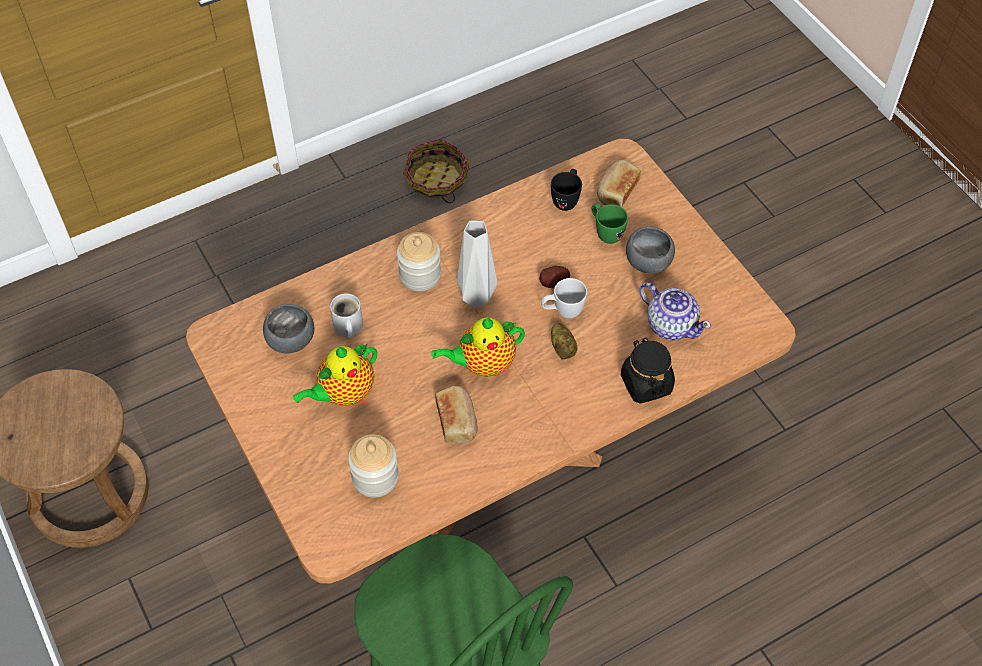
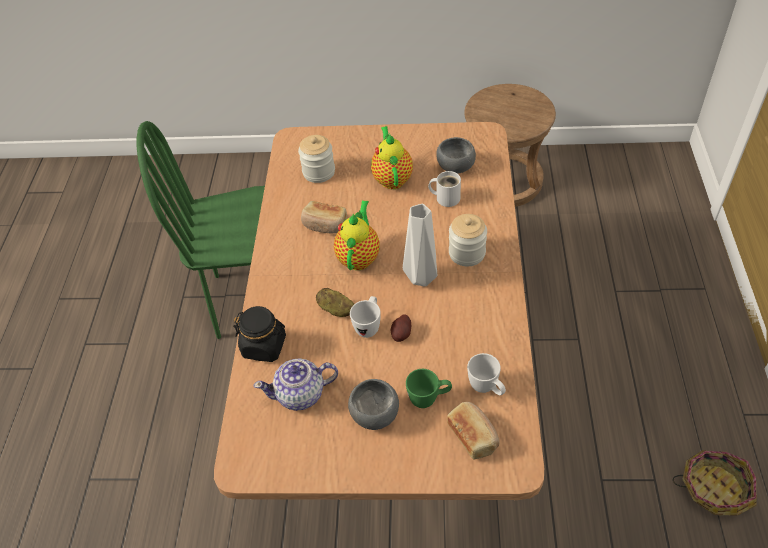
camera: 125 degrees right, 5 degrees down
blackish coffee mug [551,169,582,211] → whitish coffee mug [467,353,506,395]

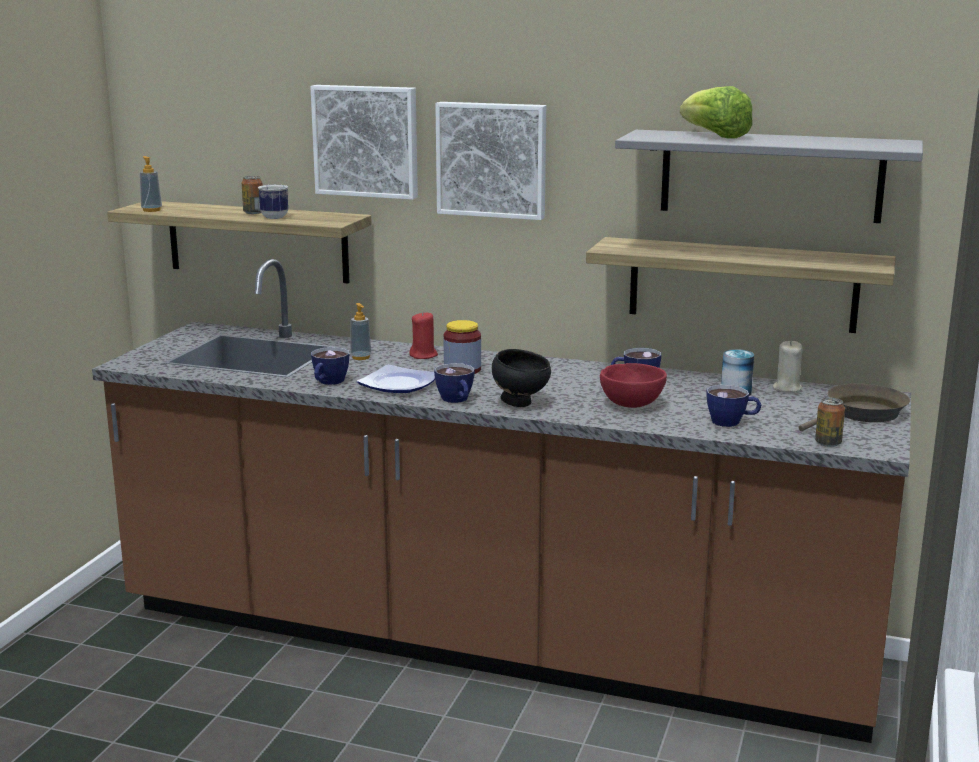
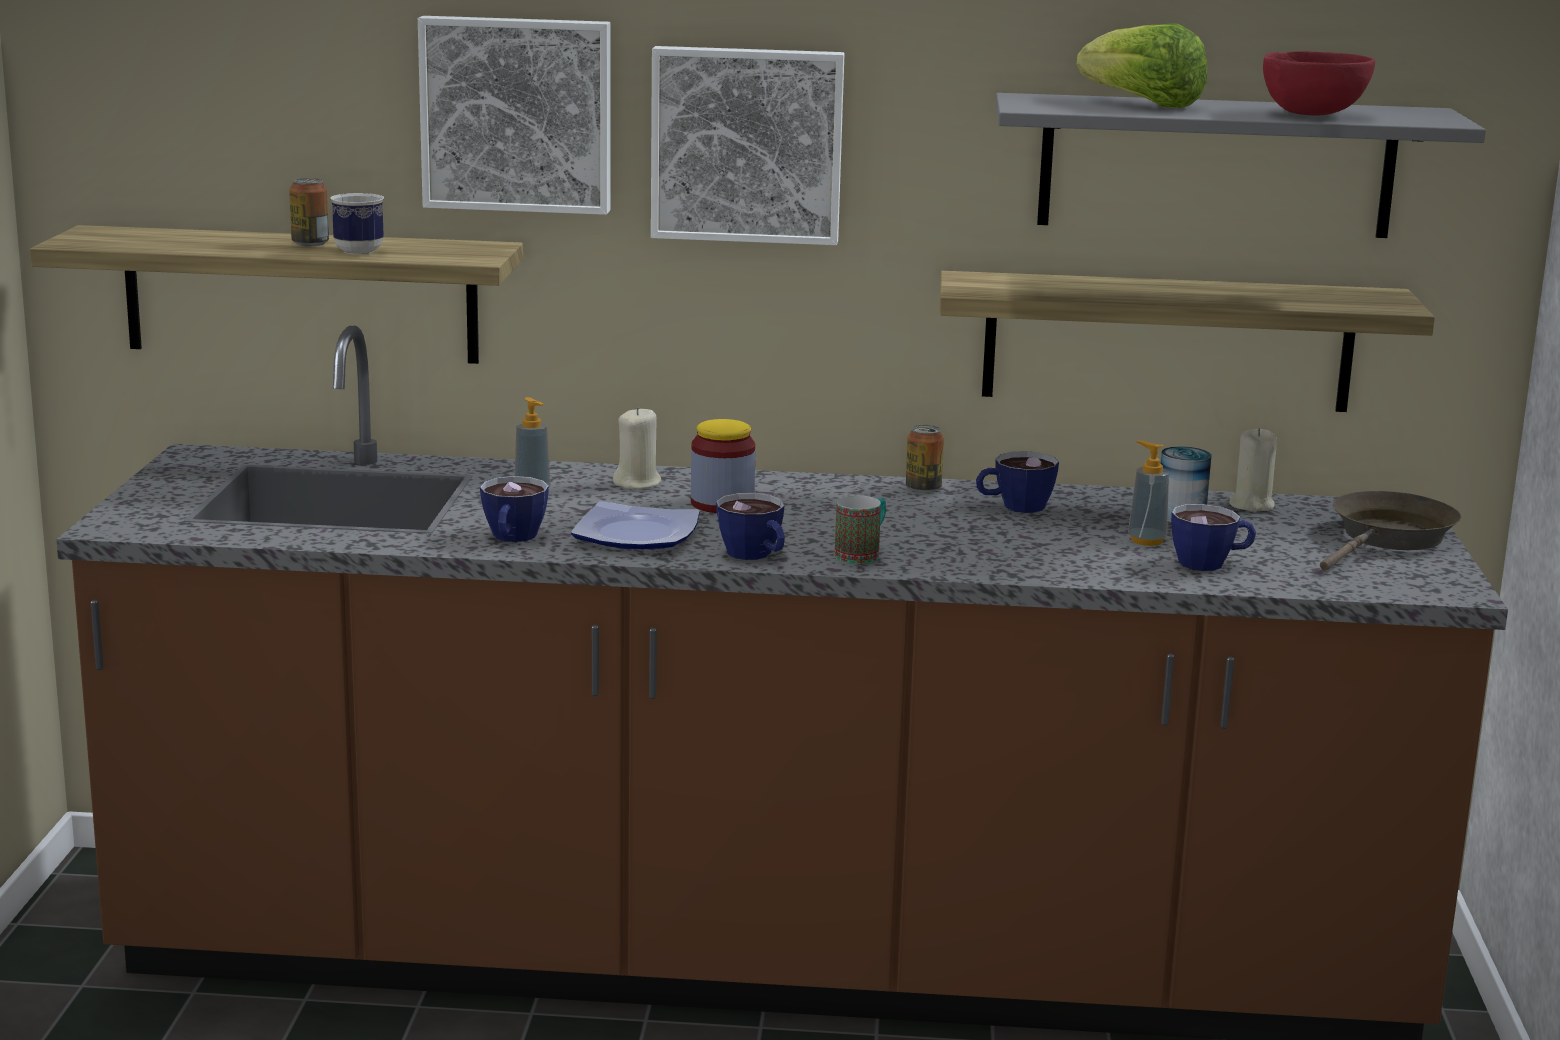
camera: 15 degrees left, 0 degrees up
soap bottle [140,156,162,212] → soap bottle [1128,441,1169,546], move
reddish wax light [409,312,438,359] → beige-coloured wax light [613,407,661,489]
blackish serving bowl [492,349,551,407] → coffee mug [835,495,886,564]
reddish serving bowl [600,363,667,408] → reddish serving bowl [1263,51,1375,116], move
metal can [815,398,845,447] → metal can [906,425,944,493], move

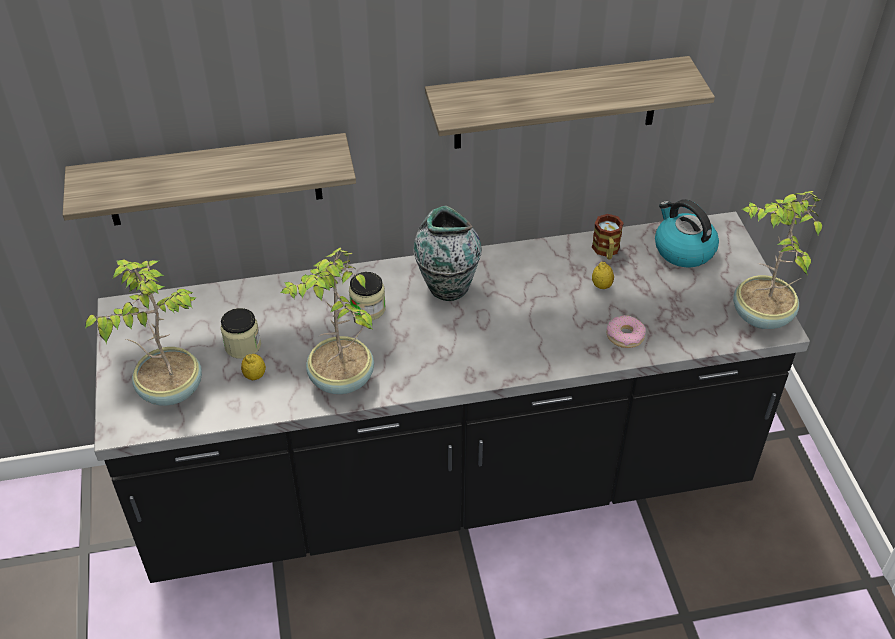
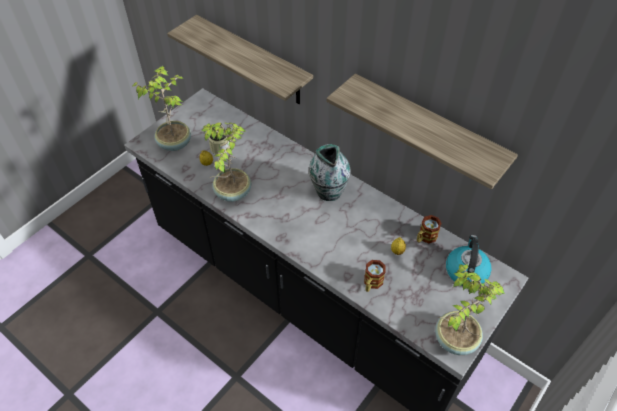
camera: 50 degrees right, 5 degrees up
storage jar [349,272,386,320] → -
ring doughnut [607,315,646,348] → coffee mug [364,260,386,292]

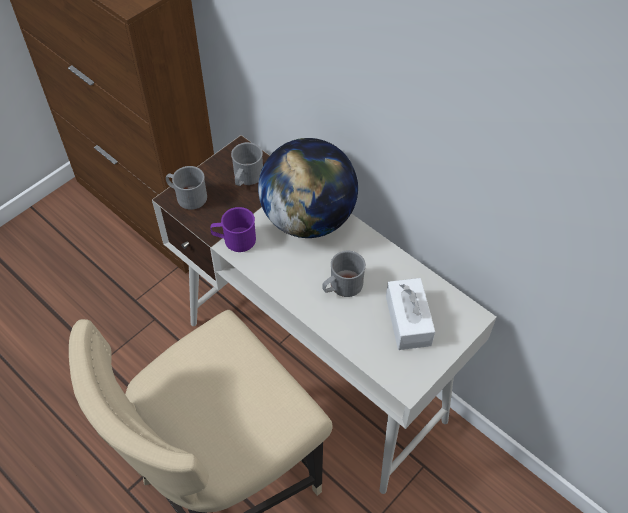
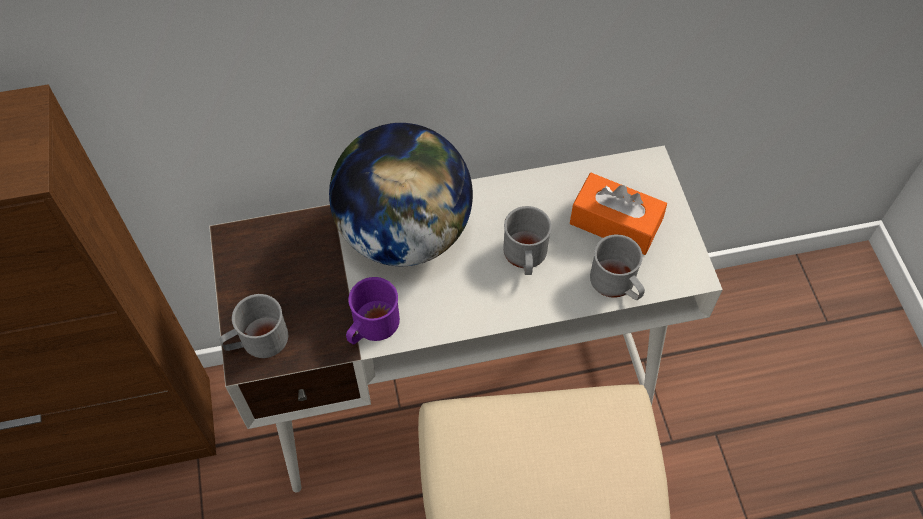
camera: 55 degrees left, 5 degrees up
gray coffee mug [231,142,263,186] → gray coffee mug [590,234,645,300], move
whitish box of tissues [386,278,435,350] → orangey box of tissues [570,173,667,255]

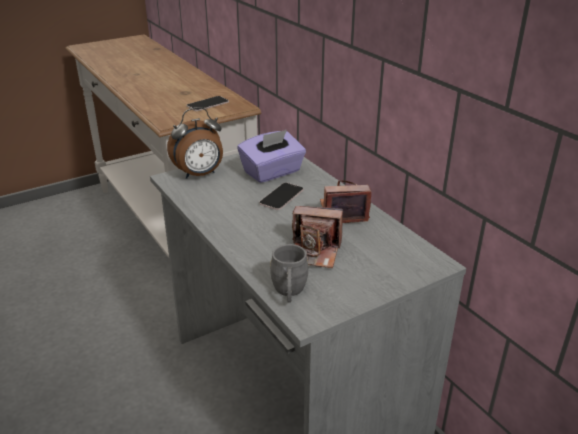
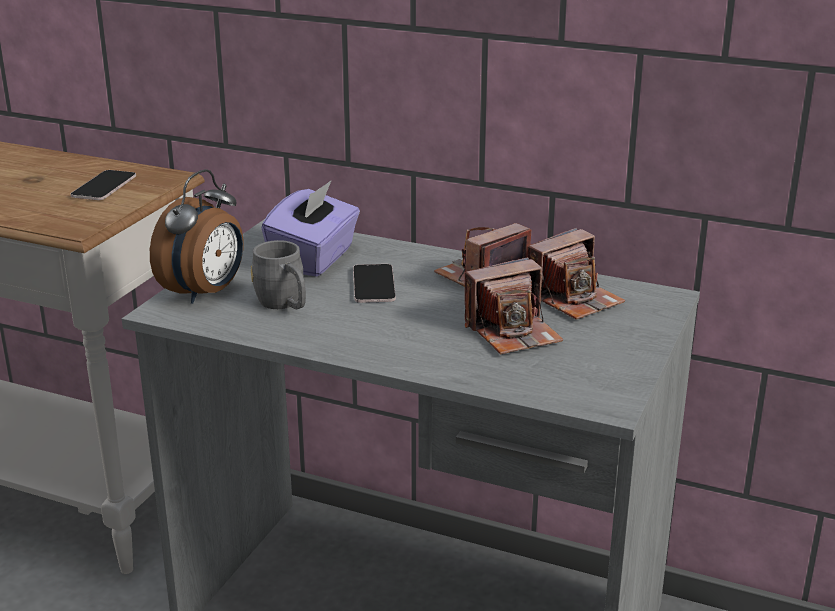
camera: 35 degrees left, 5 degrees down
gray coffee mug [270,244,309,303] → gray coffee mug [251,240,306,309], move
- → still camera [527,228,625,320]

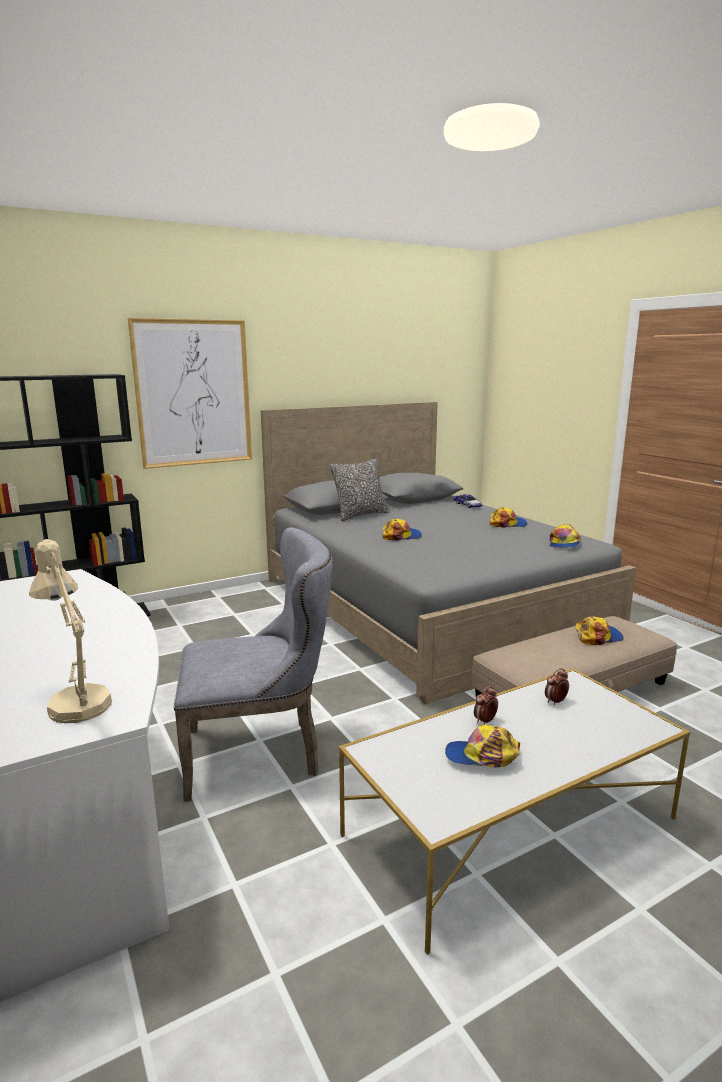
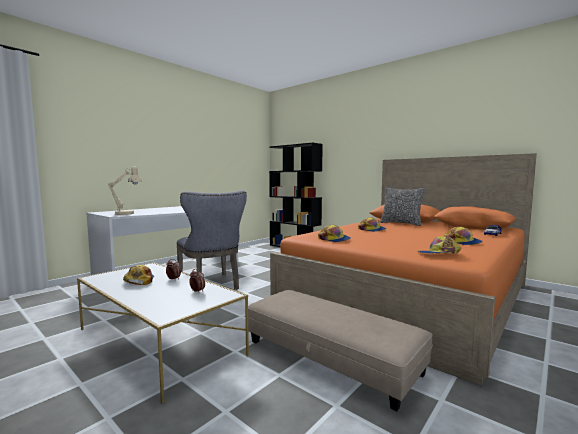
camera: 70 degrees right, 10 degrees down
picture [128,318,252,469] → -
gray bedroom bed [261,402,636,704] → orangey bedroom bed [270,153,537,386]
peaked cap [575,616,624,645] → peaked cap [318,225,351,242], move

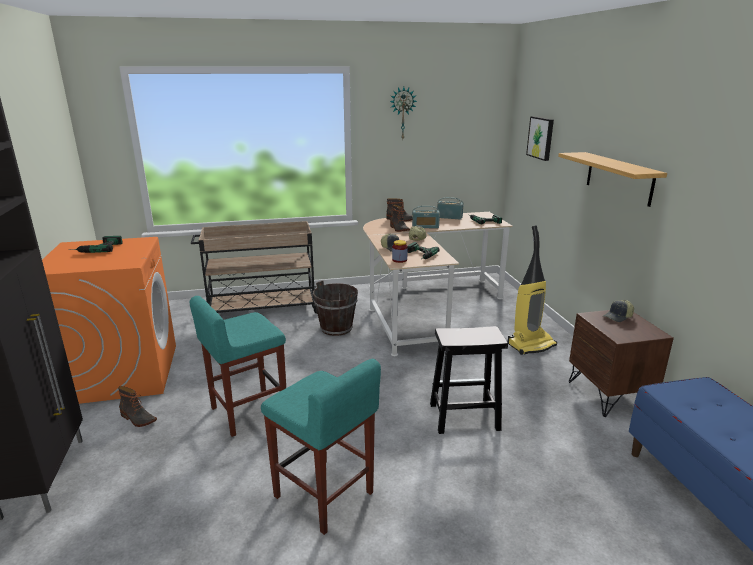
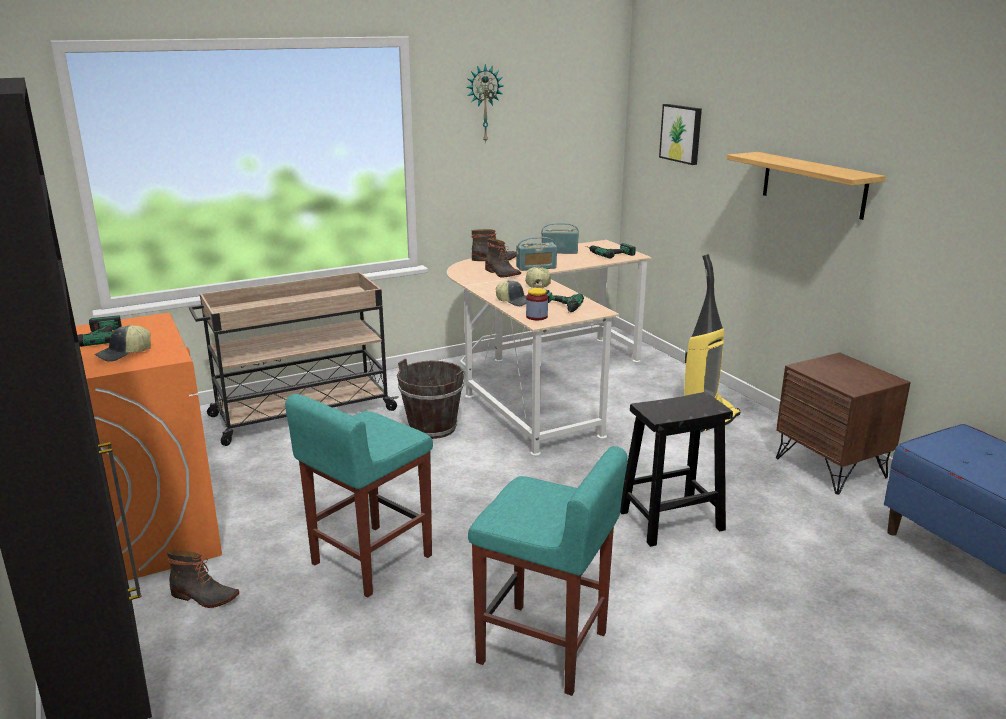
camera: 15 degrees left, 0 degrees up
peaked cap [603,300,634,322] → peaked cap [94,325,151,362], move

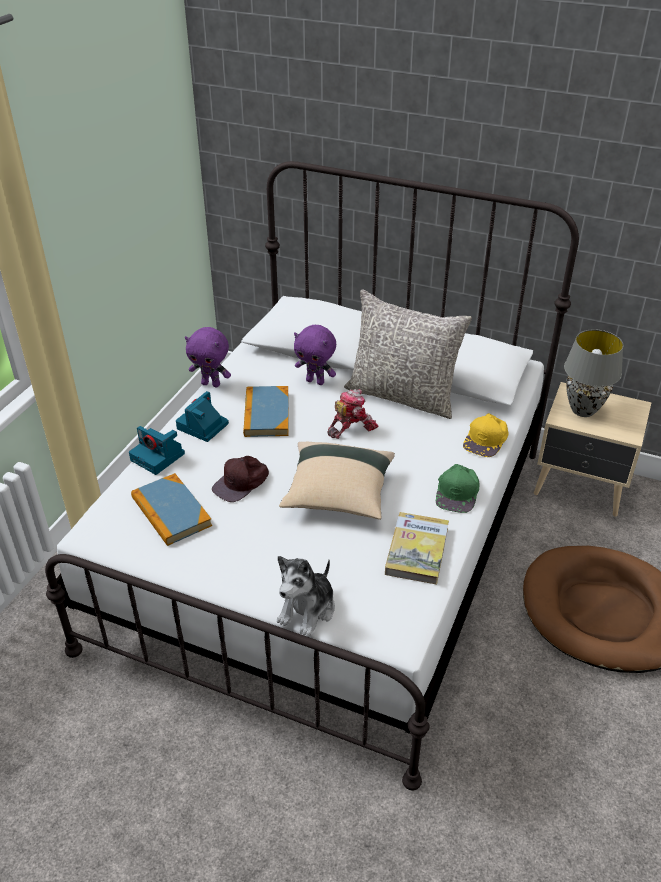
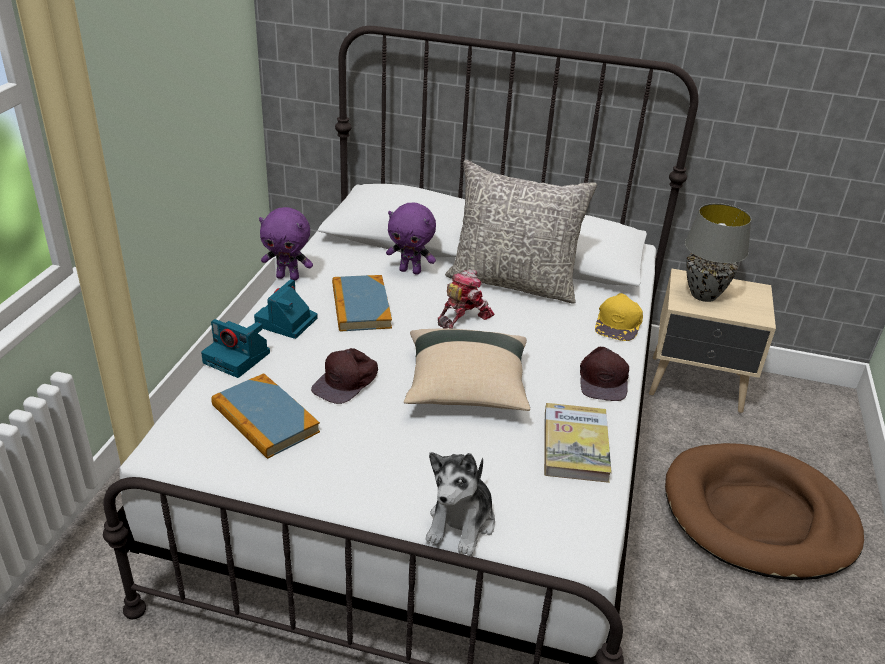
camera: 10 degrees left, 5 degrees down
green-coloured peaked cap [436,464,480,513] → brown peaked cap [580,347,629,401]

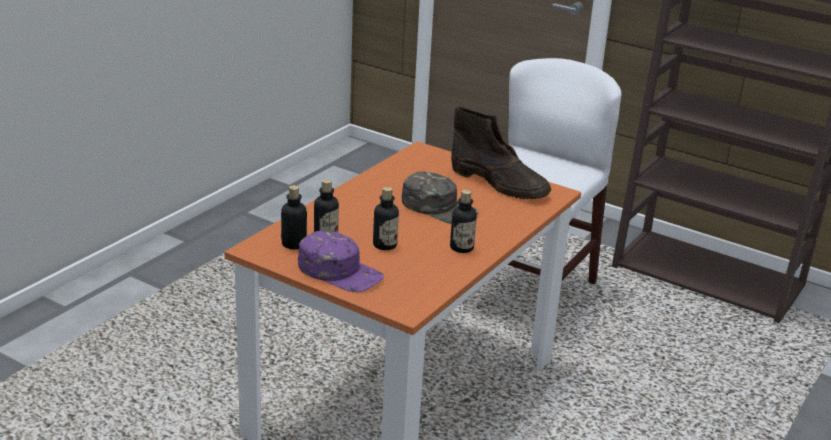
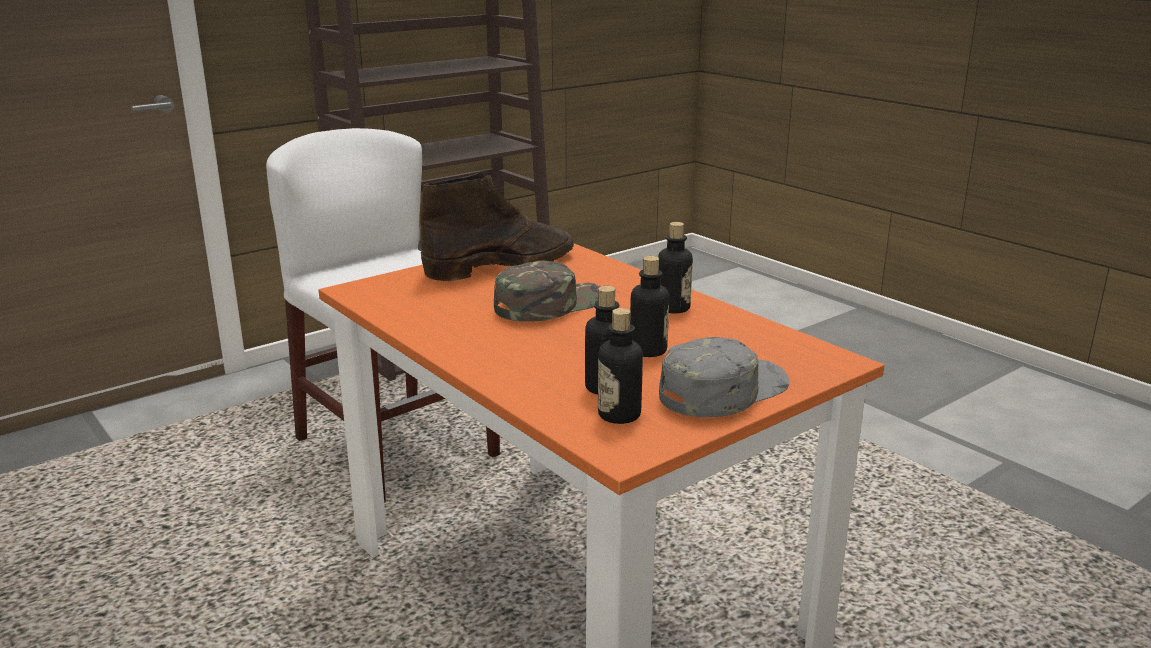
camera: 70 degrees left, 5 degrees down
purplish peaked cap [298,231,384,292] → gray peaked cap [659,337,789,417]

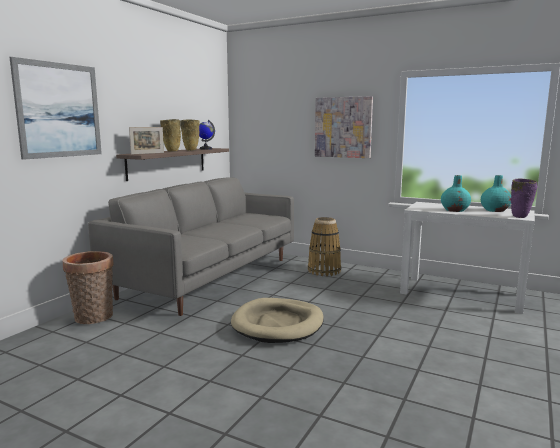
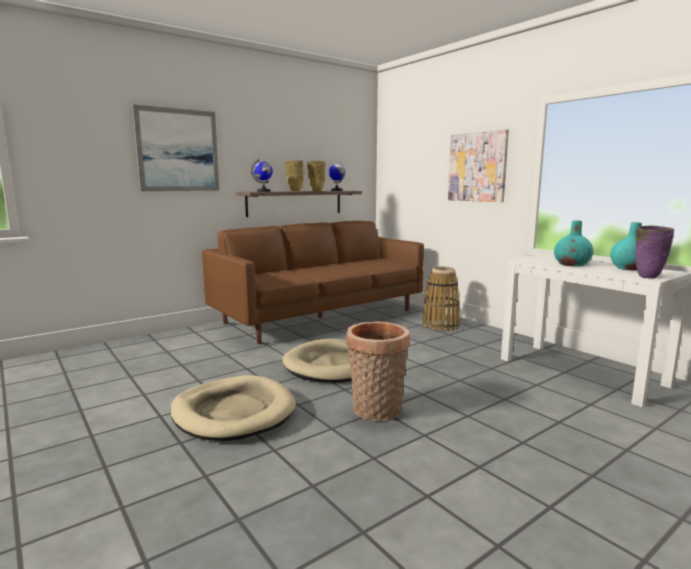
camera: 25 degrees right, 0 degrees up
household basket [62,251,114,324] → household basket [346,321,410,421], move
gray couch [88,177,294,316] → brown couch [202,221,424,344]
picture frame [129,127,164,154] → desk globe [251,159,273,192]
- → beige-coloured dog bed [170,375,296,441]

